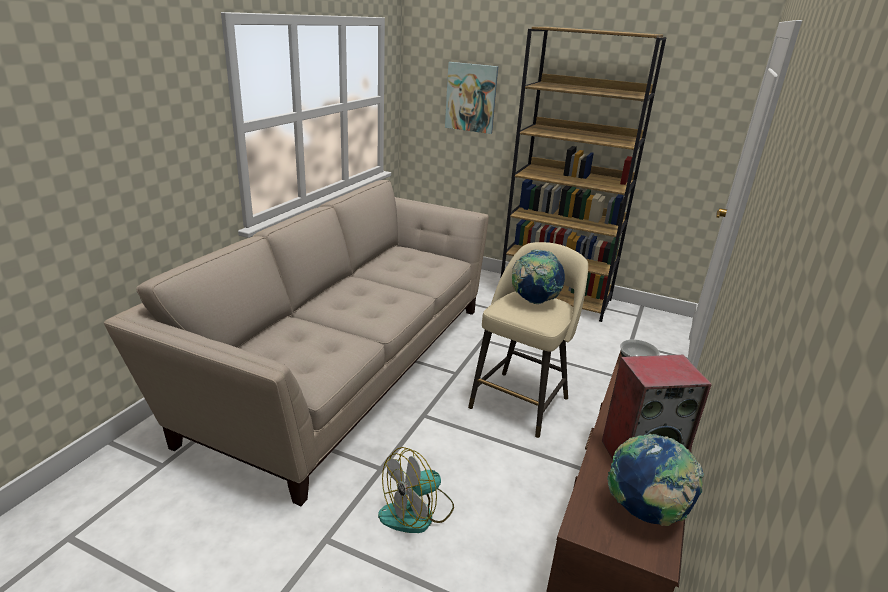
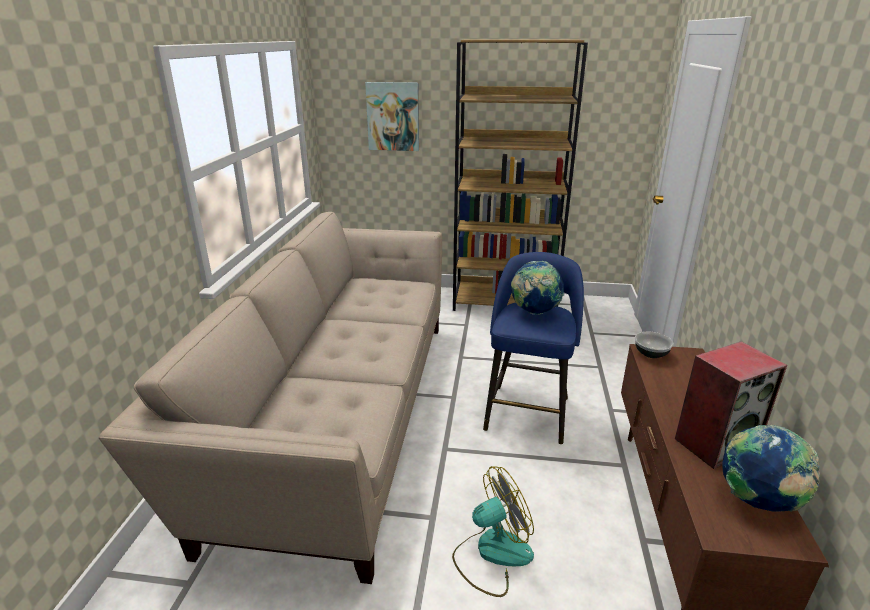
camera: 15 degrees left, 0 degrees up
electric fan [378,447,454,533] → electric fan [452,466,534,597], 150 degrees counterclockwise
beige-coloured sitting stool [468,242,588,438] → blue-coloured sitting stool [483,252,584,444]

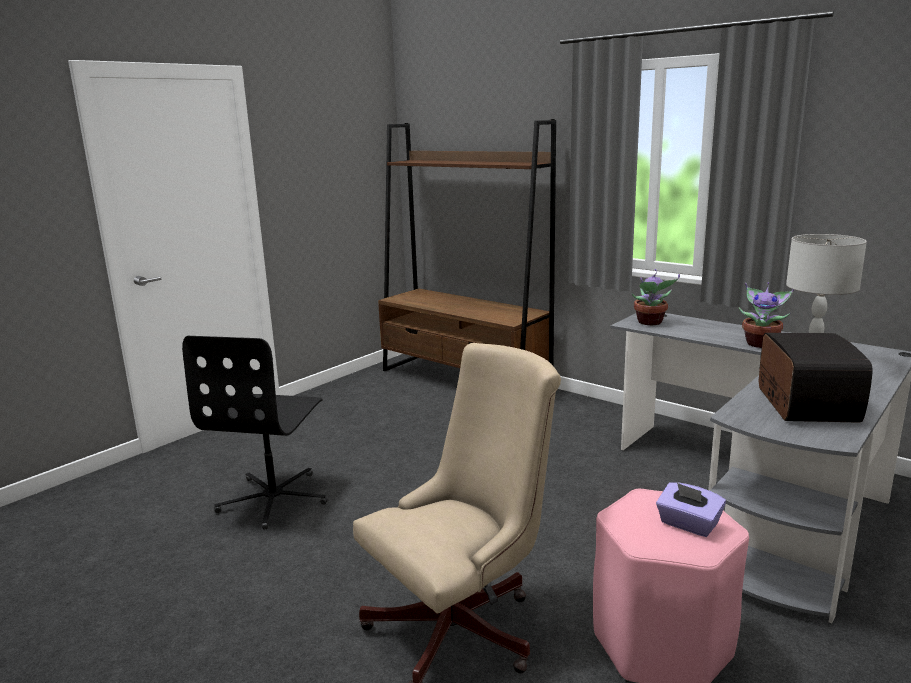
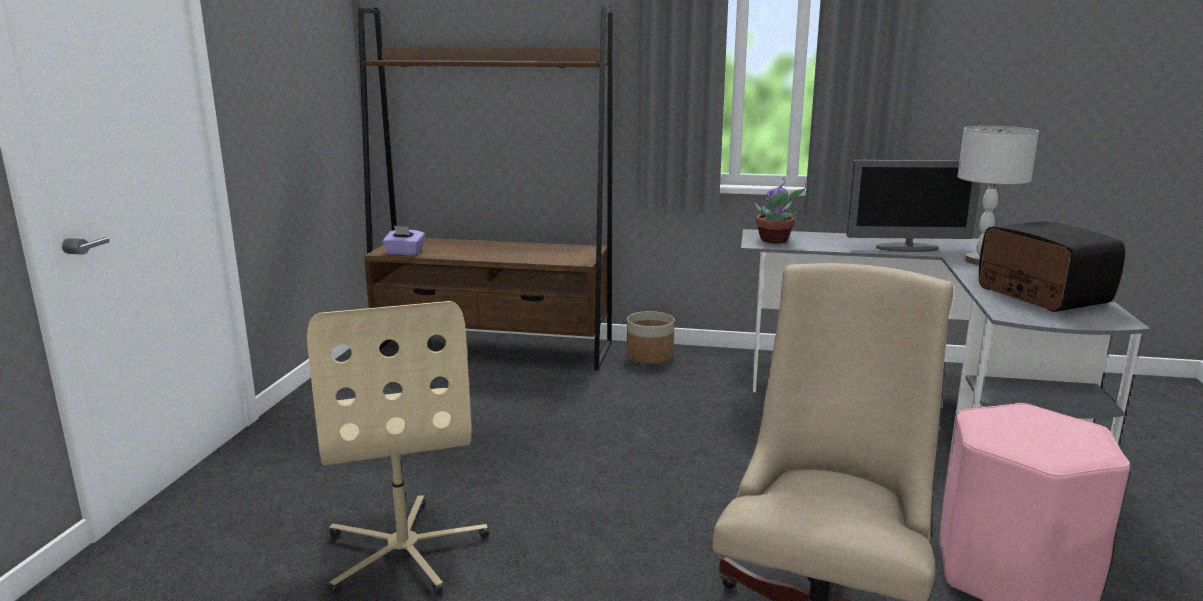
camera: 30 degrees left, 0 degrees up
blackish desk chair [182,336,327,530] → beige-coloured desk chair [307,301,489,595]
purplish box of tissues [656,482,726,537] → purplish box of tissues [383,226,425,256], move
plant in a pot [738,282,794,348] → computer screen [847,160,980,252]
- → flower pot [627,311,674,364]

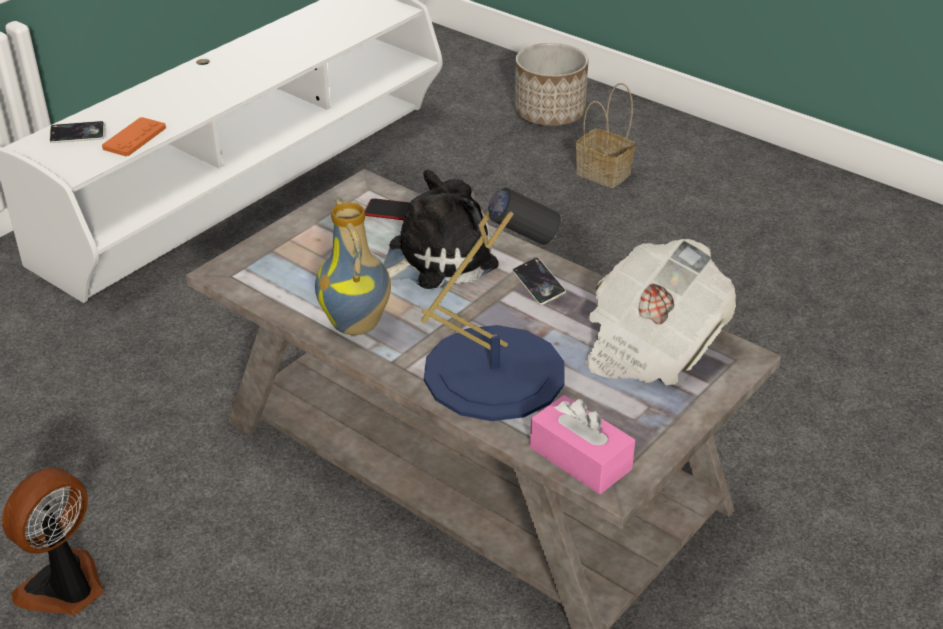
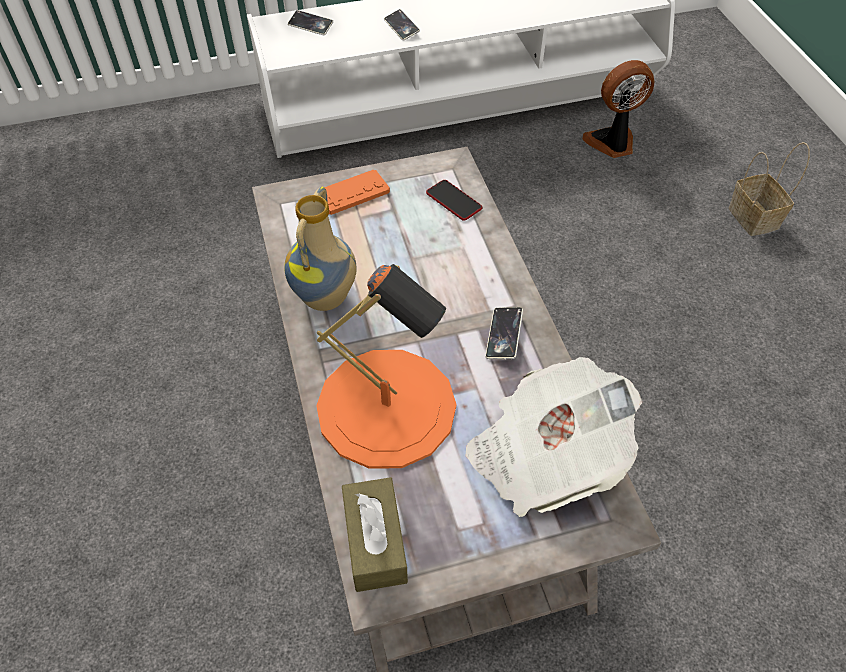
camera: 35 degrees right, 15 degrees up
electric fan [2,467,103,615] → electric fan [582,60,654,158], move
orangey game controller [102,117,166,156] → orangey game controller [325,170,390,215], move
cuddly toy [383,169,499,289] → -
blue-coloured tabletop lamp [421,188,565,421] → orangey tabletop lamp [316,264,456,469]
flower pot [515,43,588,126] → -
pink-coloured box of tissues [530,395,635,494] → brown box of tissues [342,477,408,592]
- → handset [384,9,420,40]

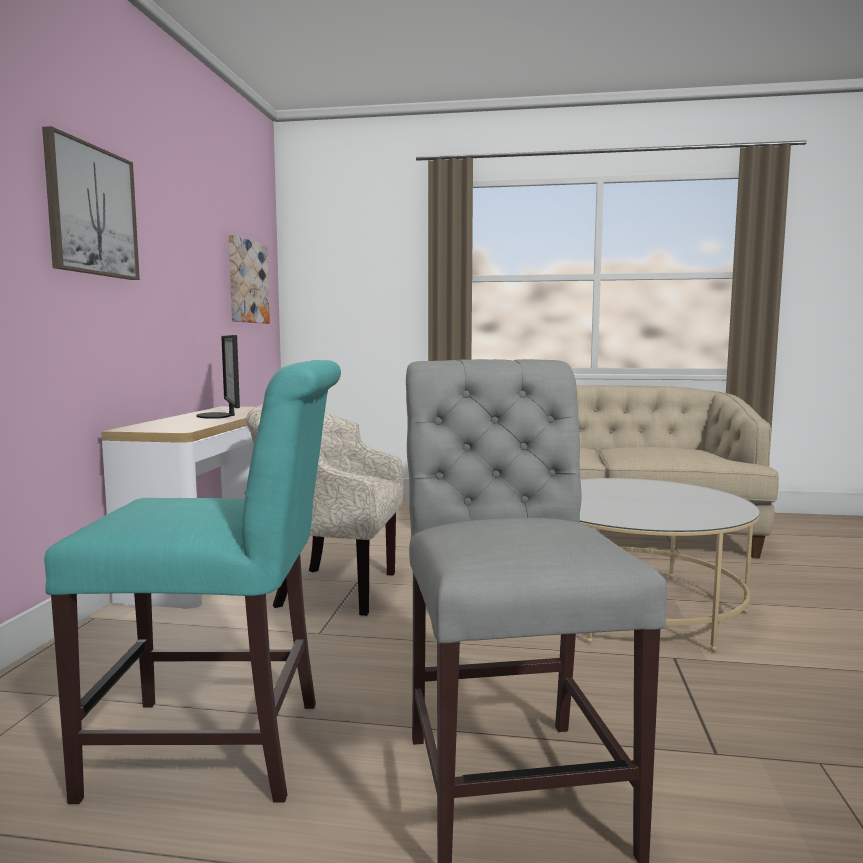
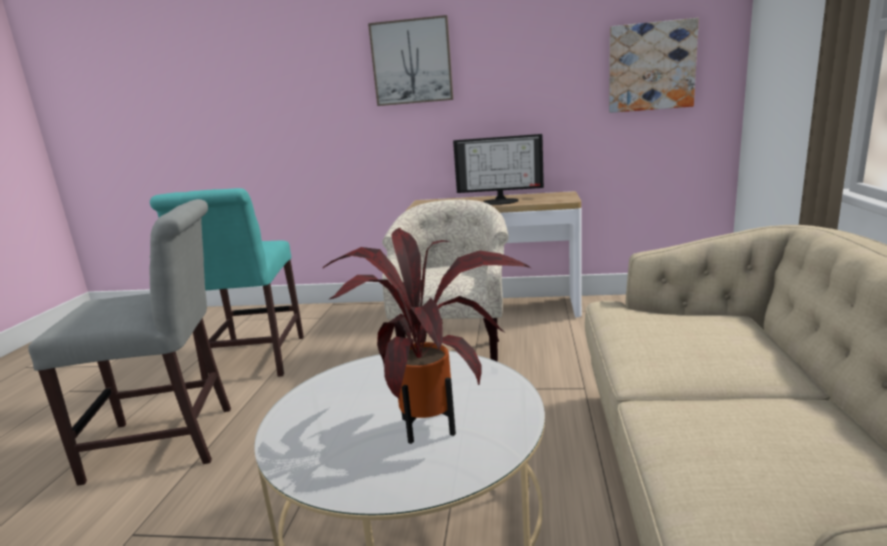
camera: 90 degrees right, 10 degrees up
computer screen [196,335,240,419] → computer screen [453,134,544,205], 150 degrees counterclockwise
- → plant in a pot [323,227,531,444]

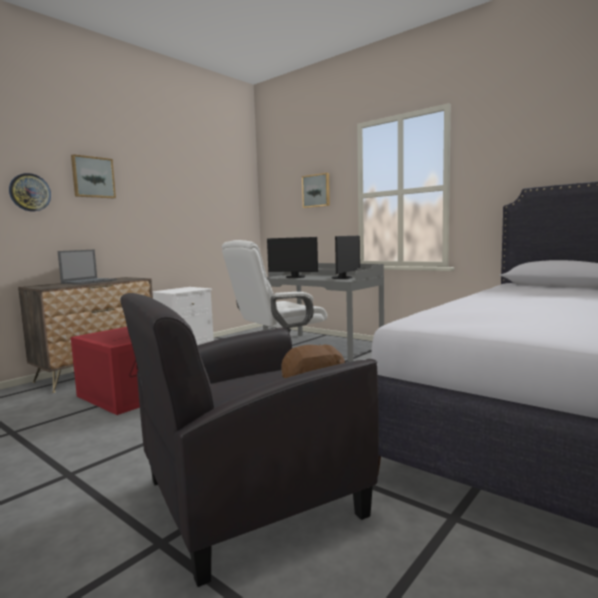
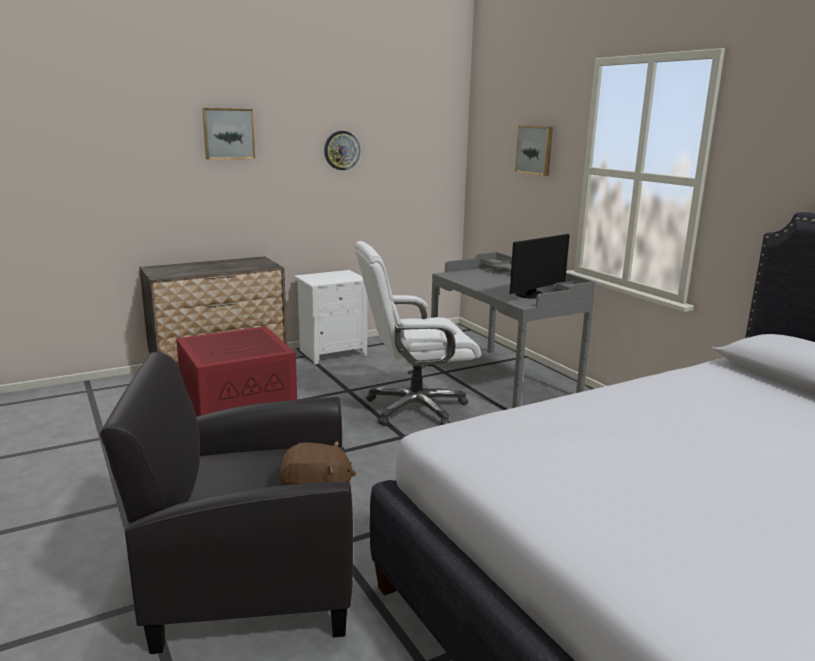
camera: 20 degrees right, 10 degrees up
hanging clock [9,173,51,211] → hanging clock [324,131,360,170], move
portable computer [58,250,117,284] → -
computer screen [267,237,318,278] → -

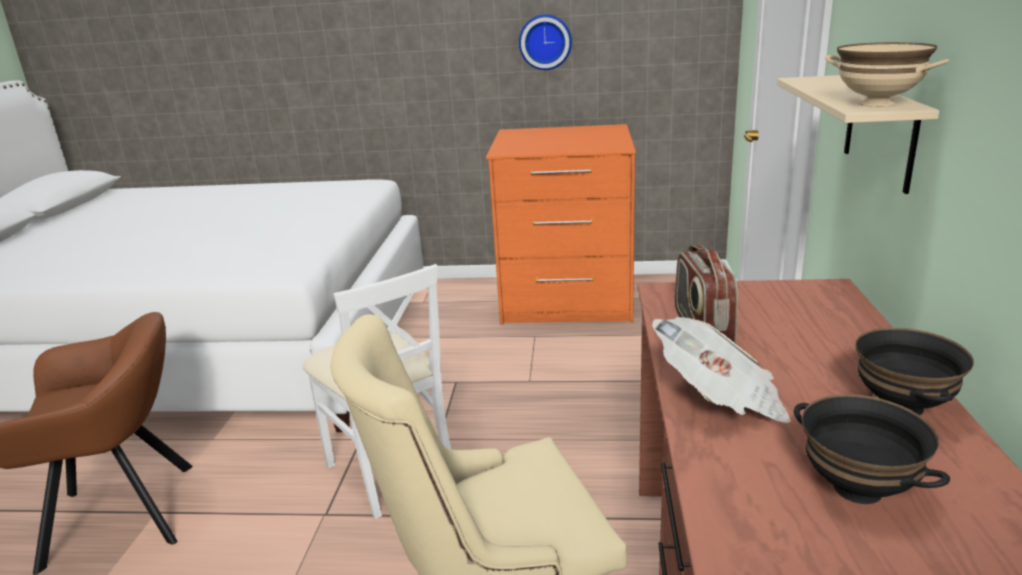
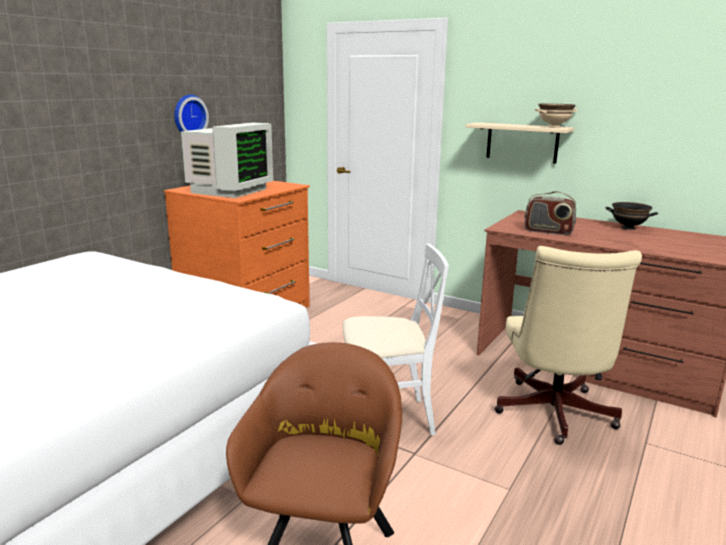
camera: 65 degrees left, 5 degrees down
daily paper [652,317,791,423] → -
blackish serving bowl [794,394,950,504] → -
- → computer screen [181,122,273,198]

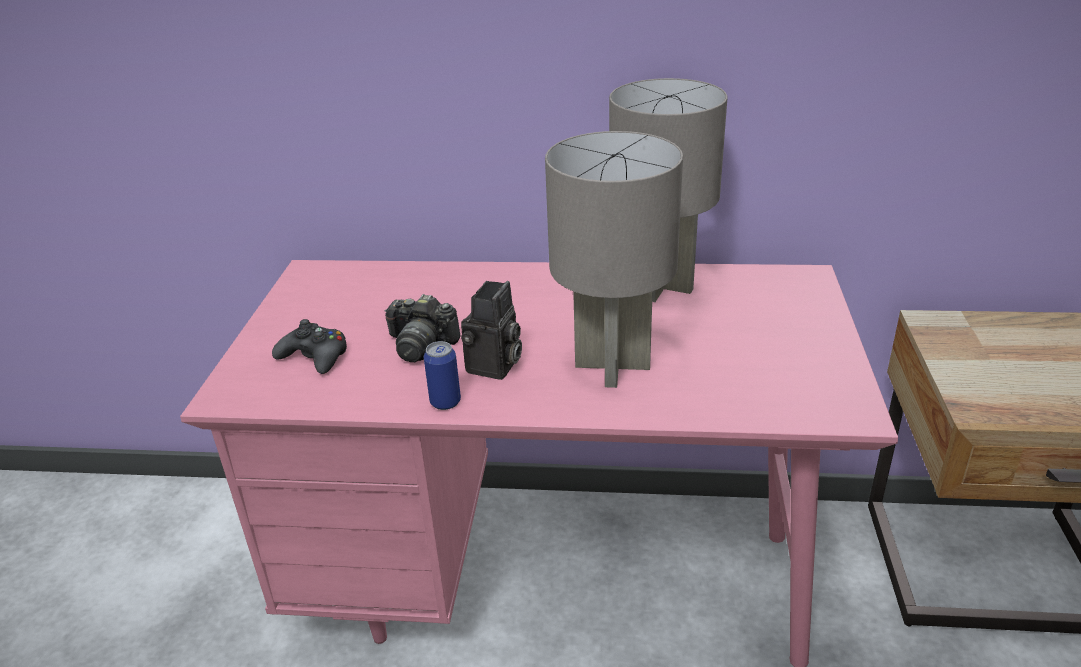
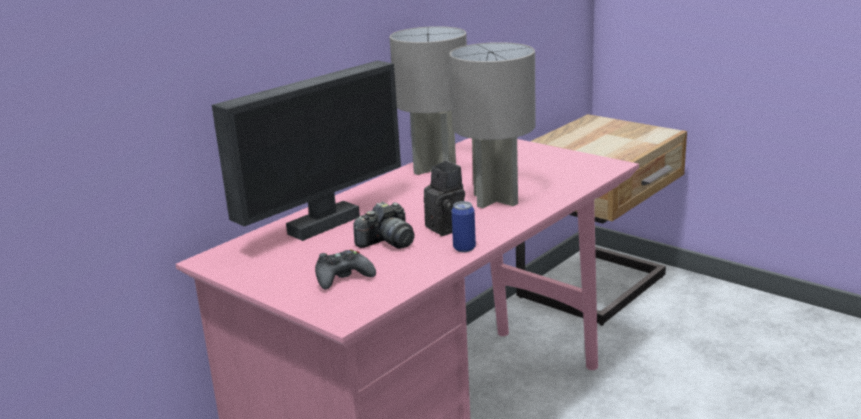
camera: 55 degrees left, 10 degrees down
- → computer screen [212,61,401,241]

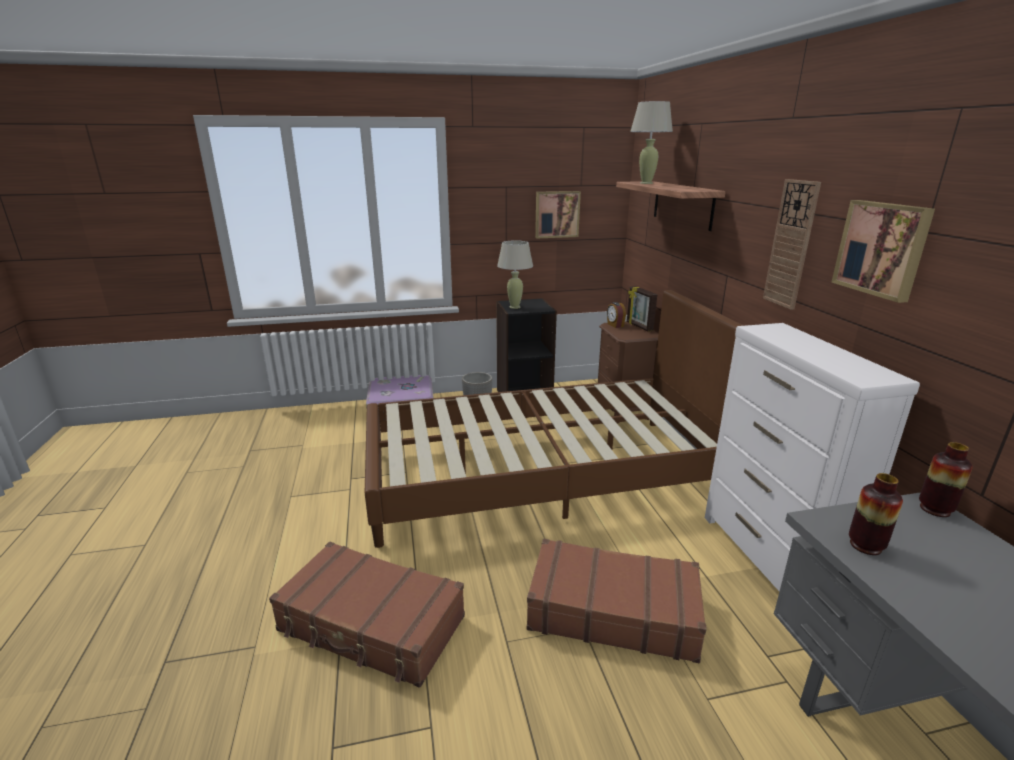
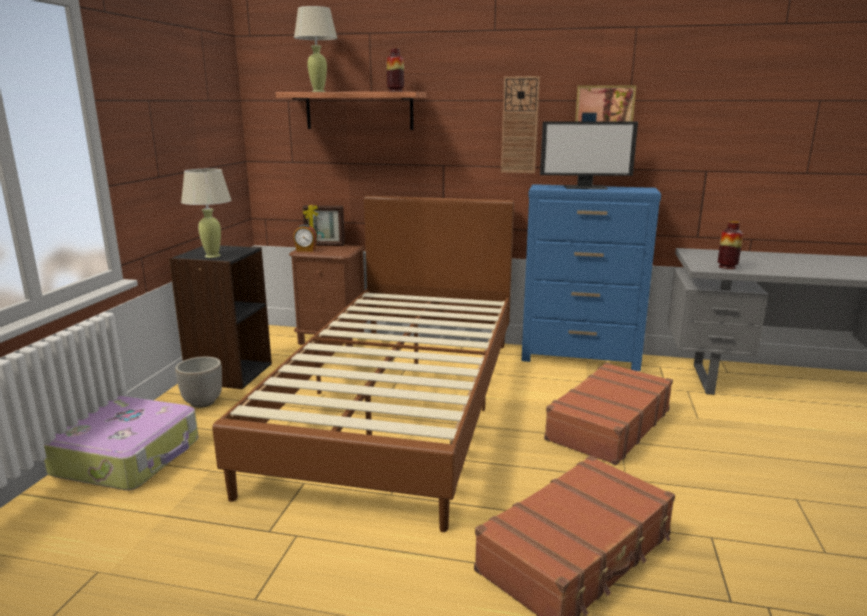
camera: 65 degrees left, 5 degrees down
picture [535,191,581,238] → -
whitish drawer chest [705,323,920,592] → blue-coloured drawer chest [521,184,661,371]
flower vase [919,442,973,517] → flower vase [387,48,404,92], move
- → computer screen [540,121,638,189]

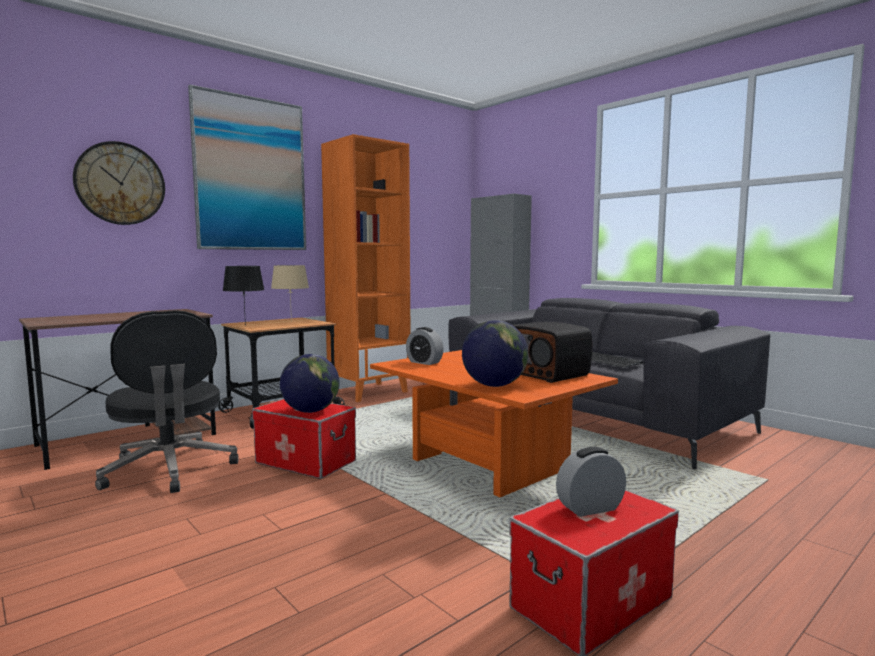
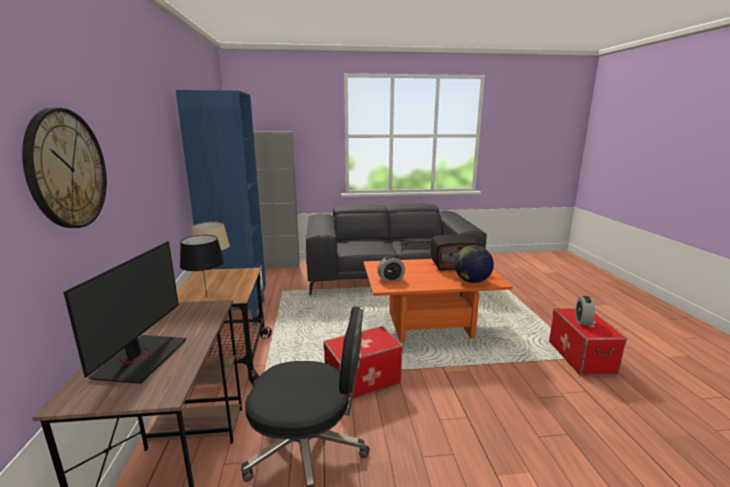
camera: 55 degrees left, 10 degrees up
picture [188,85,306,250] → -
desk globe [280,354,339,413] → -
orangey shelving unit [321,134,410,402] → blue-coloured shelving unit [176,90,266,325]
- → computer screen [63,241,187,384]

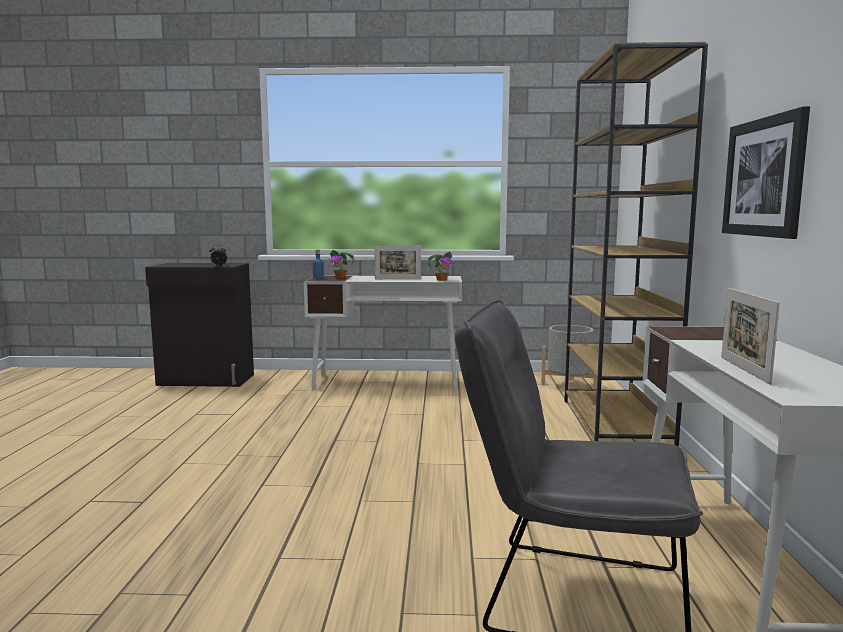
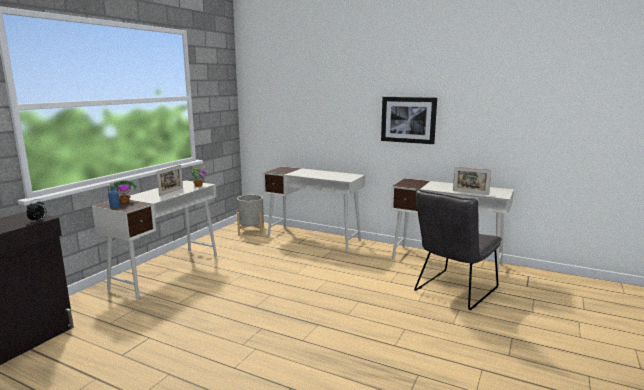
camera: 65 degrees left, 5 degrees up
brown shelving unit [564,42,708,447] → whitish desk [263,166,365,252]

